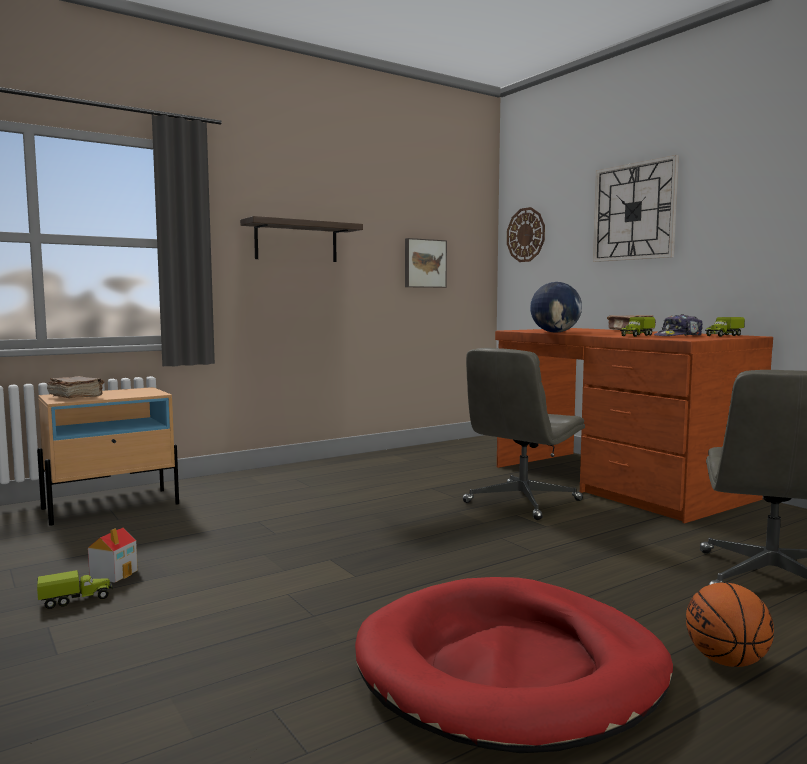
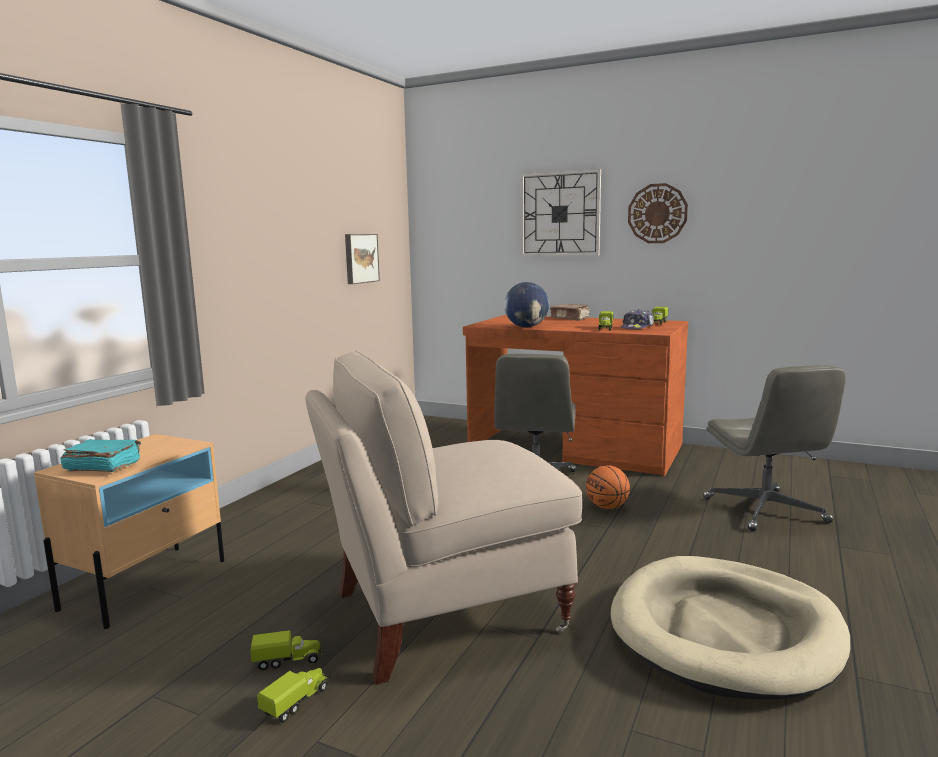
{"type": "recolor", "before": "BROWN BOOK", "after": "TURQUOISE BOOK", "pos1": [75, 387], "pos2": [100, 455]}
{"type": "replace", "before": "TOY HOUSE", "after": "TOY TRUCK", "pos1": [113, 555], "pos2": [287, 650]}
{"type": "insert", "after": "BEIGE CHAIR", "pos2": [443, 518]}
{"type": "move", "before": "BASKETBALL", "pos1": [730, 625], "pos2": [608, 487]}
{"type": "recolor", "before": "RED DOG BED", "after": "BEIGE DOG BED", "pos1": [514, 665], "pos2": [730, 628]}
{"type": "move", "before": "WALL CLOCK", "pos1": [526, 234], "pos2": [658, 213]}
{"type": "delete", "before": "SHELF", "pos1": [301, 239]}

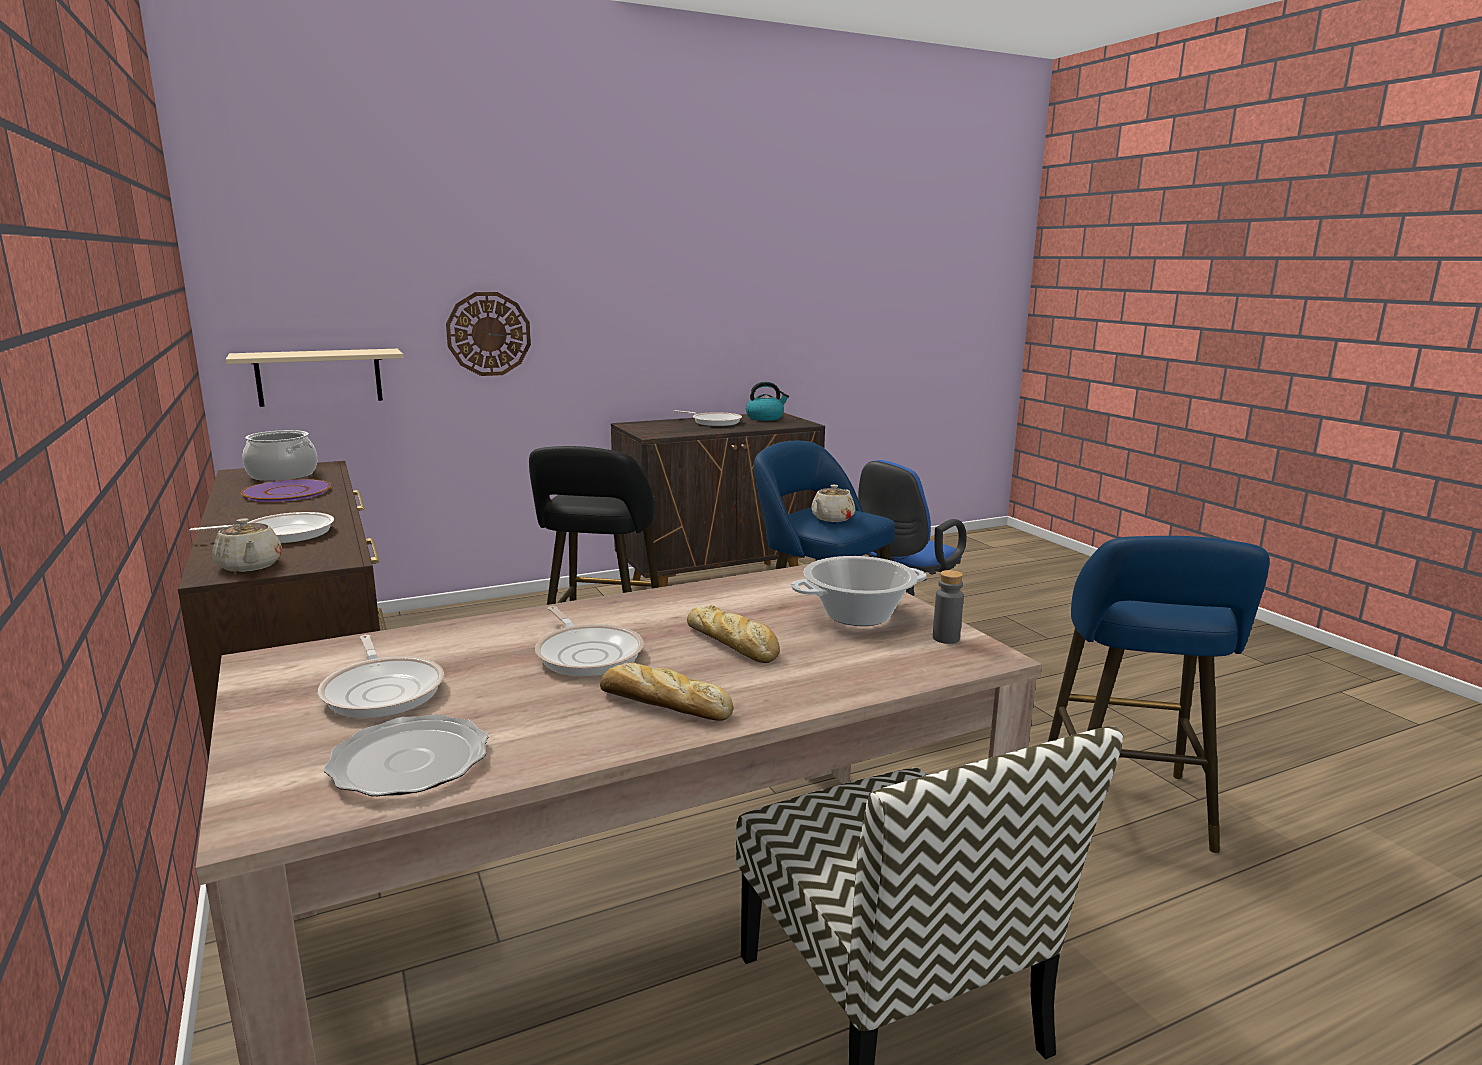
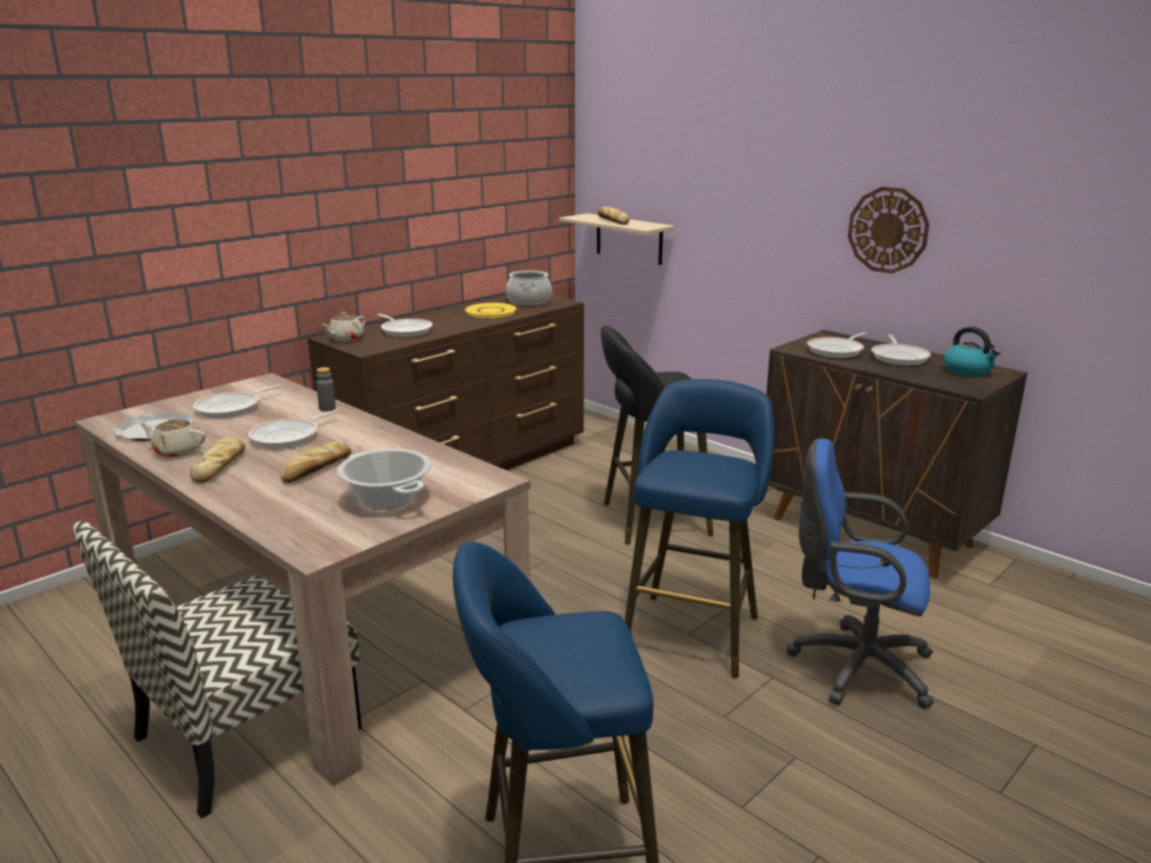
{"type": "move", "before": "BEIGE TEAPOT", "pos1": [833, 503], "pos2": [172, 438]}
{"type": "move", "before": "GREY BOTTLE", "pos1": [948, 607], "pos2": [326, 389]}
{"type": "recolor", "before": "PURPLE PLATE", "after": "YELLOW PLATE", "pos1": [286, 490], "pos2": [491, 310]}
{"type": "insert", "after": "BREAD", "pos2": [613, 216]}
{"type": "insert", "after": "FRYING PAN", "pos2": [837, 345]}
{"type": "move", "before": "WALL CLOCK", "pos1": [488, 334], "pos2": [888, 230]}

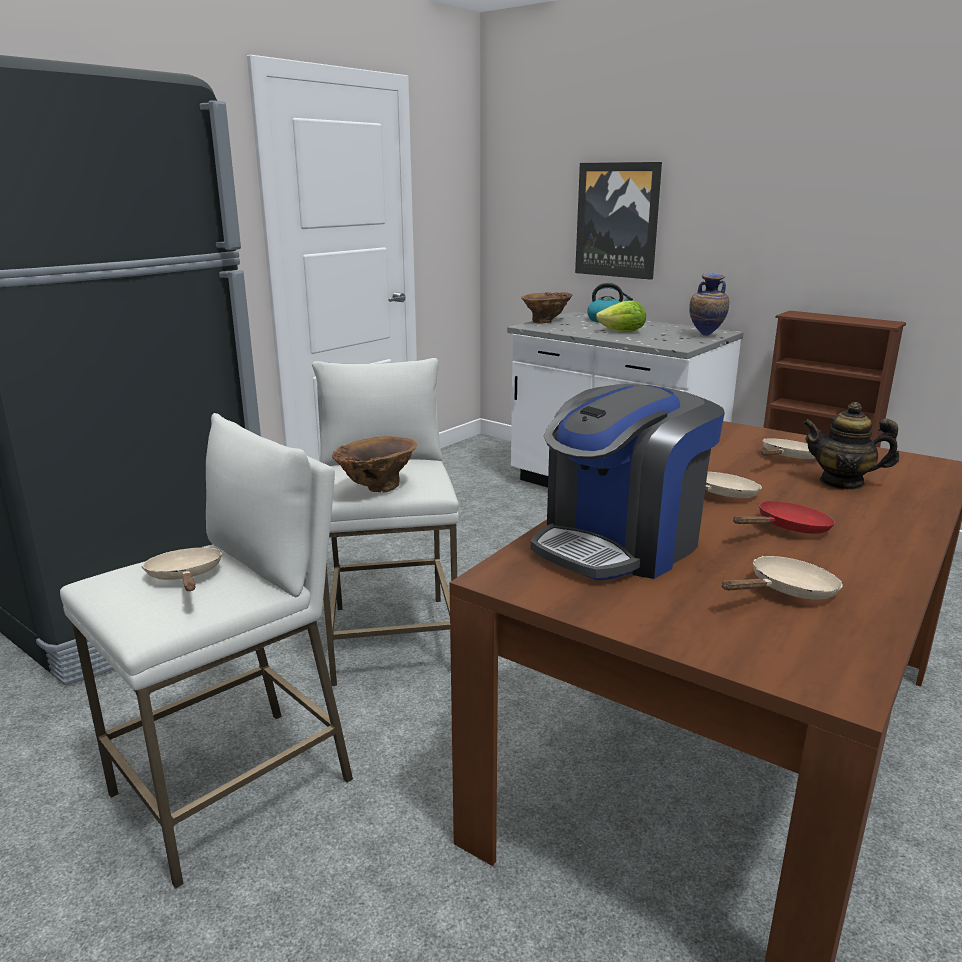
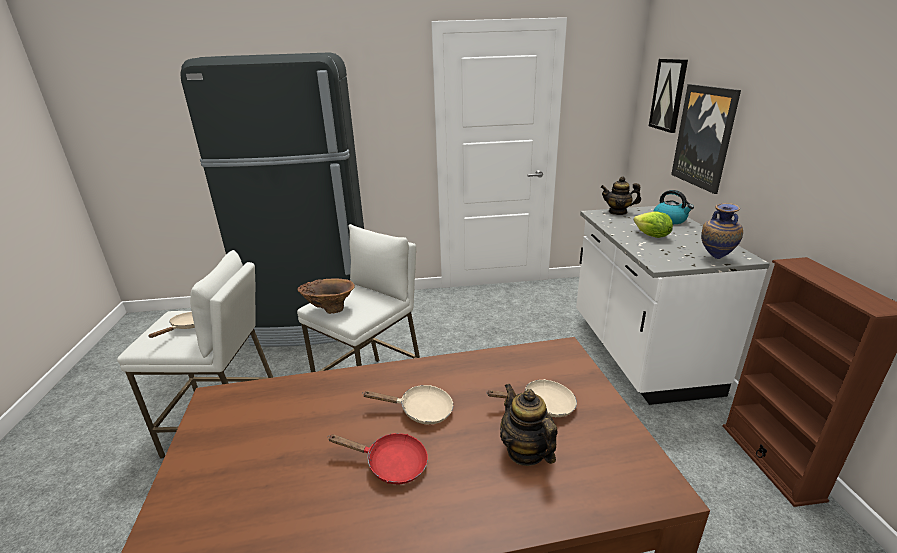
{"type": "replace", "before": "BROWN VASE", "after": "TEAPOT", "pos1": [546, 308], "pos2": [621, 195]}
{"type": "insert", "after": "PICTURE", "pos2": [668, 96]}
{"type": "delete", "before": "COFFEE MACHINE", "pos1": [628, 482]}
{"type": "delete", "before": "BEIGE FRYING PAN", "pos1": [782, 578]}

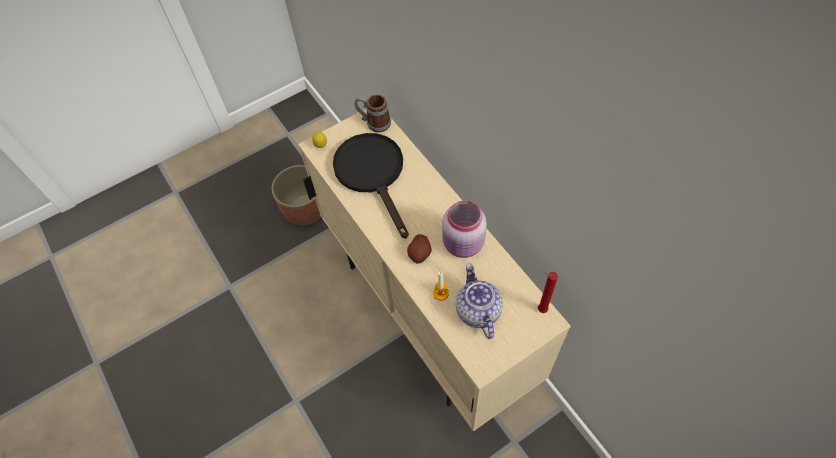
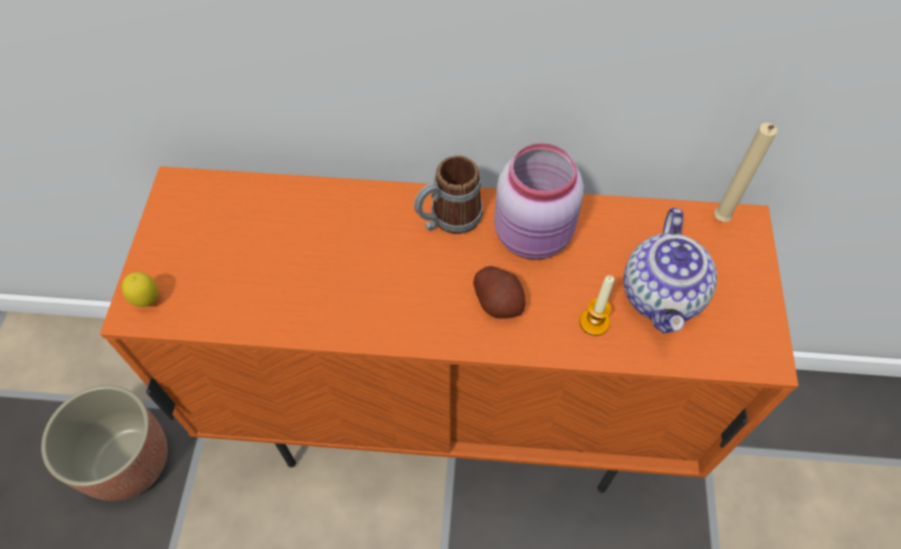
{"type": "recolor", "before": "BEIGE CABINET", "after": "ORANGE CABINET", "pos1": [434, 270], "pos2": [449, 329]}
{"type": "move", "before": "MUG", "pos1": [372, 113], "pos2": [448, 194]}
{"type": "rotate", "before": "TEAPOT", "pos1": [479, 301], "pos2": [670, 271], "turn": -105}
{"type": "recolor", "before": "RED CANDLE", "after": "BEIGE CANDLE", "pos1": [548, 292], "pos2": [745, 172]}
{"type": "delete", "before": "BLACK FRYING PAN", "pos1": [371, 185]}

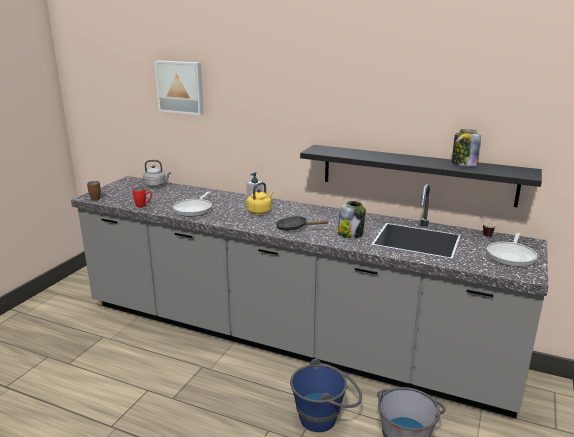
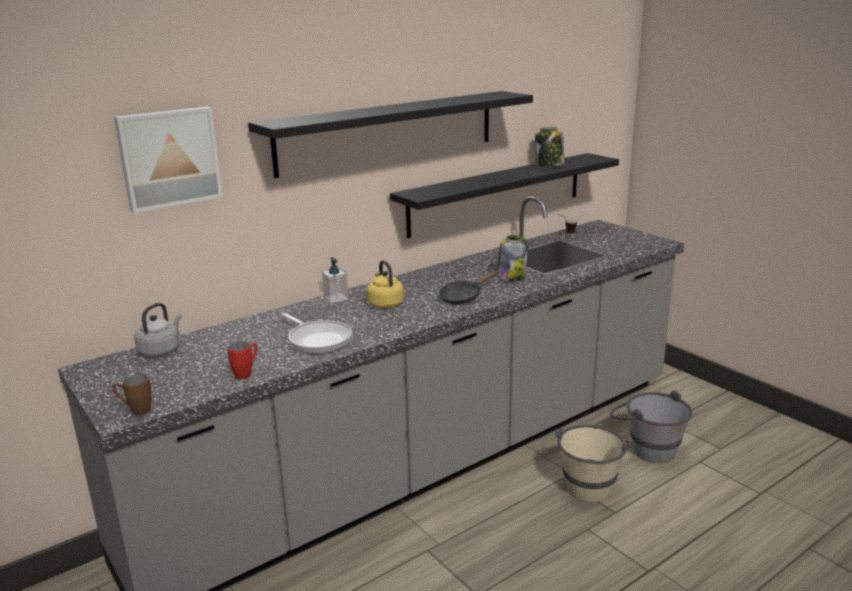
{"type": "insert", "after": "BLACK SHELF", "pos2": [390, 134]}
{"type": "recolor", "before": "BLUE BUCKET", "after": "BEIGE BUCKET", "pos1": [326, 395], "pos2": [593, 463]}
{"type": "delete", "before": "FRYING PAN", "pos1": [512, 250]}

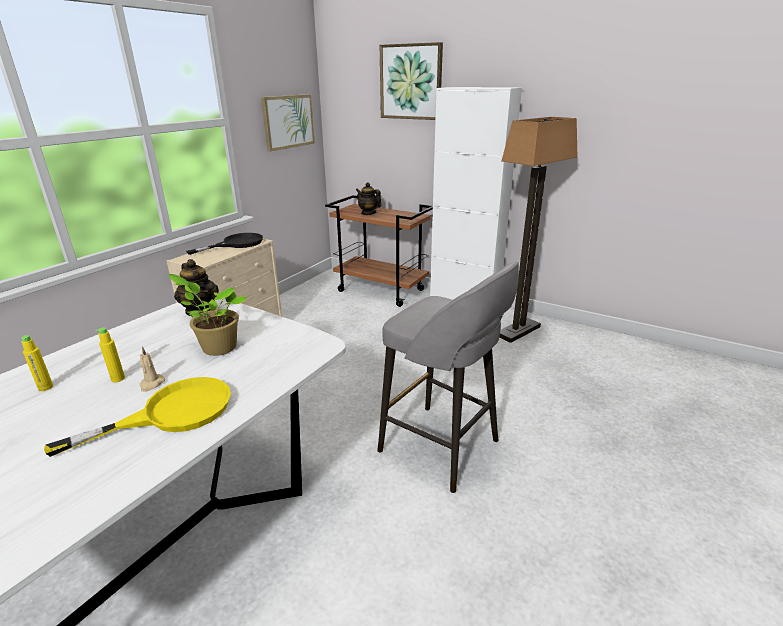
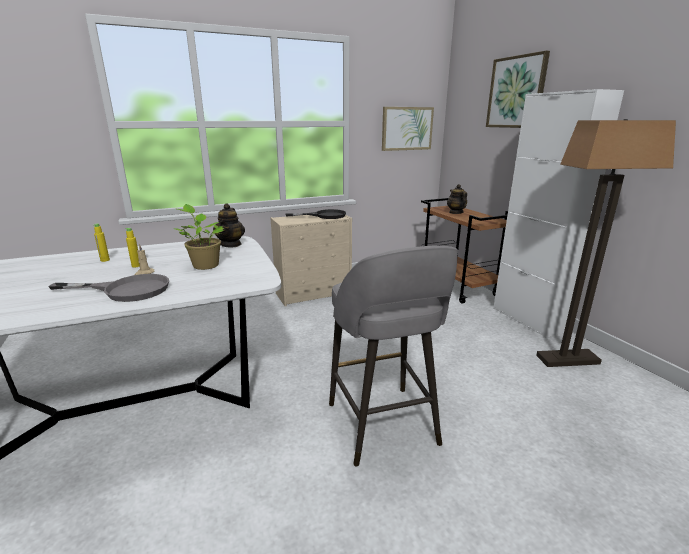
{"type": "recolor", "before": "YELLOW FRYING PAN", "after": "GREY FRYING PAN", "pos1": [137, 417], "pos2": [108, 288]}

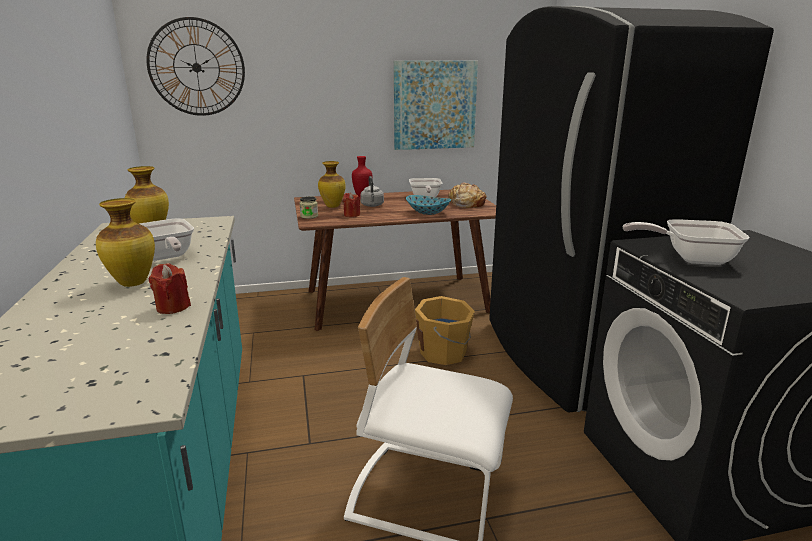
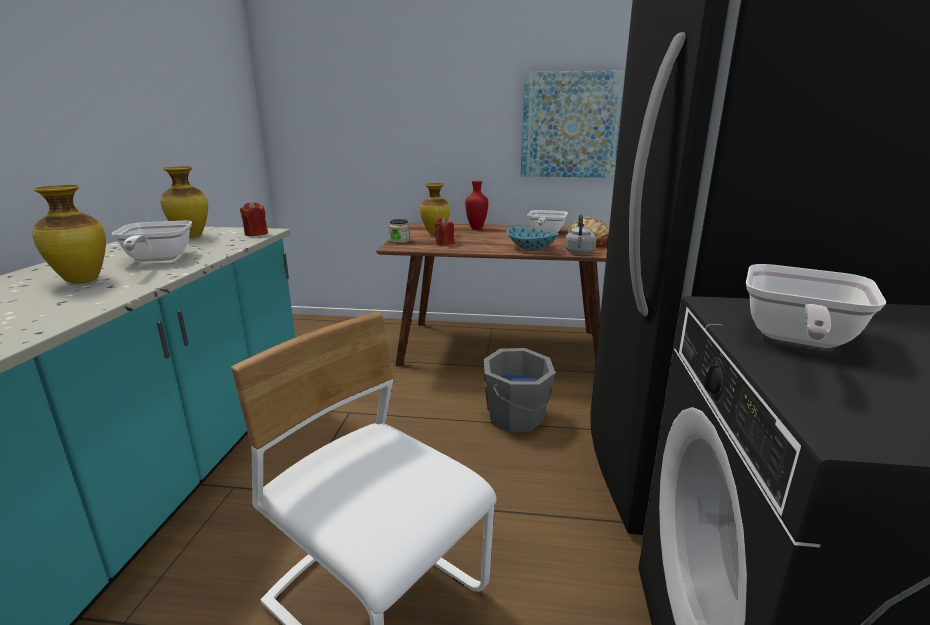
{"type": "move", "before": "RED CANDLE", "pos1": [170, 288], "pos2": [254, 218]}
{"type": "recolor", "before": "ORANGE BUCKET", "after": "GREY BUCKET", "pos1": [445, 330], "pos2": [519, 390]}
{"type": "move", "before": "GREY KETTLE", "pos1": [372, 191], "pos2": [580, 234]}
{"type": "rotate", "before": "FRYING PAN", "pos1": [686, 242], "pos2": [816, 306], "turn": -90}
{"type": "delete", "before": "WALL CLOCK", "pos1": [195, 66]}

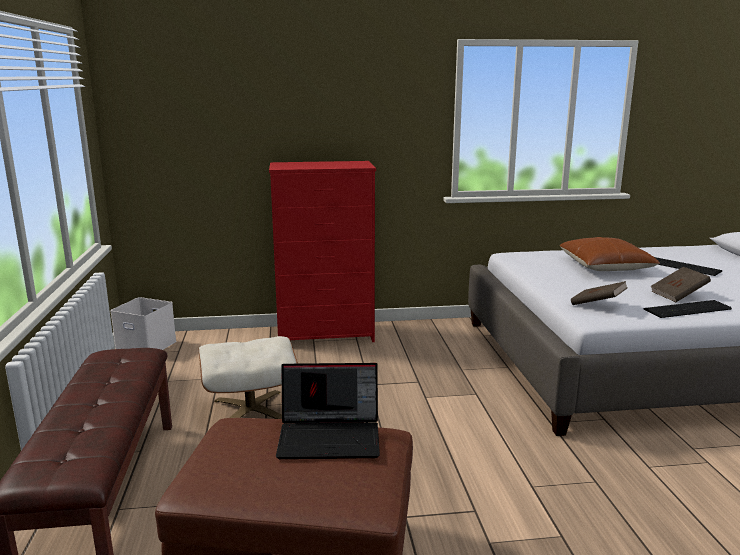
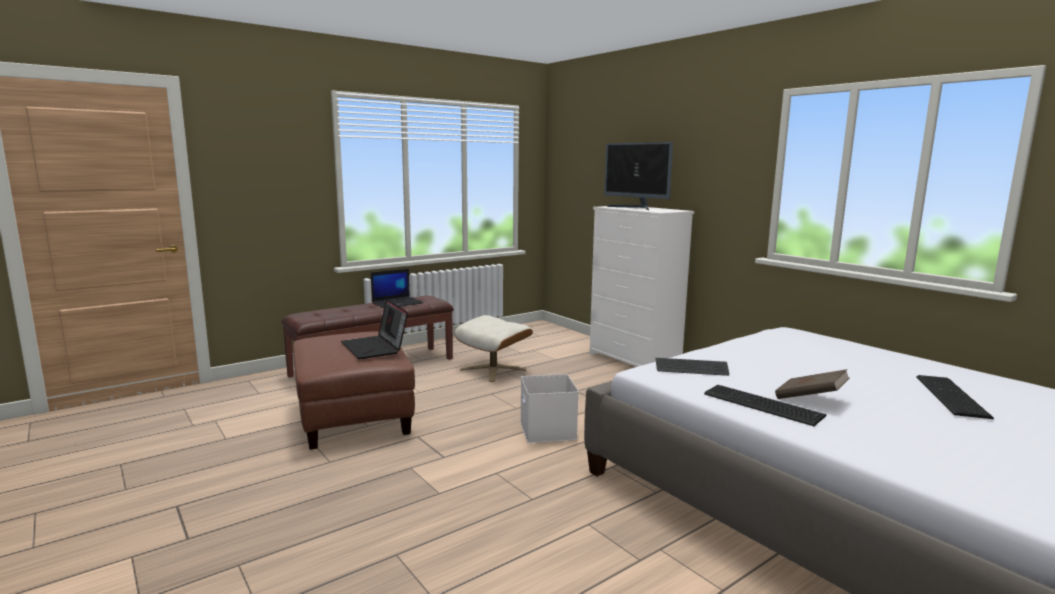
{"type": "insert", "after": "LAPTOP", "pos2": [397, 288]}
{"type": "move", "before": "WHITE STORAGE BOX", "pos1": [143, 323], "pos2": [549, 408]}
{"type": "recolor", "before": "RED DRESSER", "after": "WHITE DRESSER", "pos1": [322, 251], "pos2": [641, 286]}
{"type": "insert", "after": "MONITOR", "pos2": [638, 176]}
{"type": "replace", "before": "BROWN BOOK", "after": "KEYBOARD", "pos1": [599, 293], "pos2": [692, 367]}
{"type": "delete", "before": "BROWN PILLOW", "pos1": [610, 254]}

